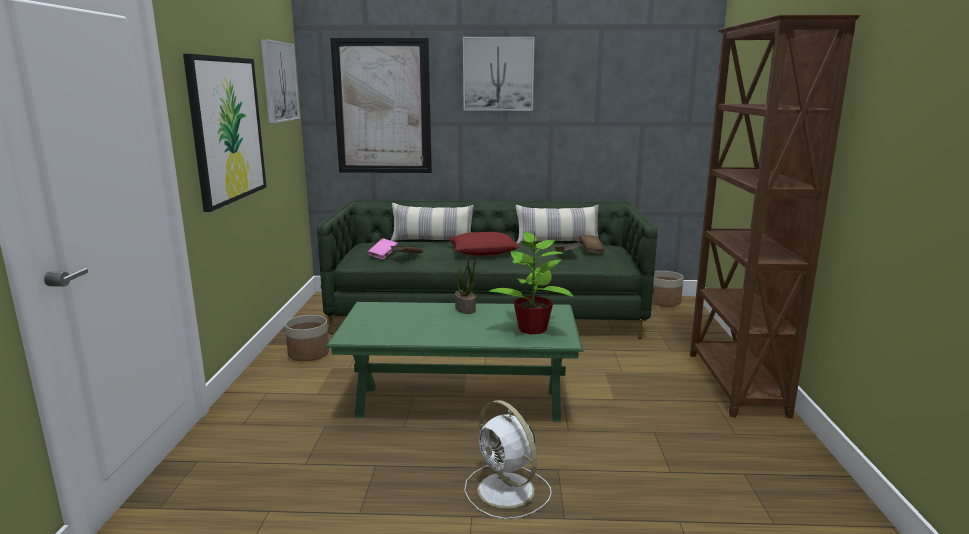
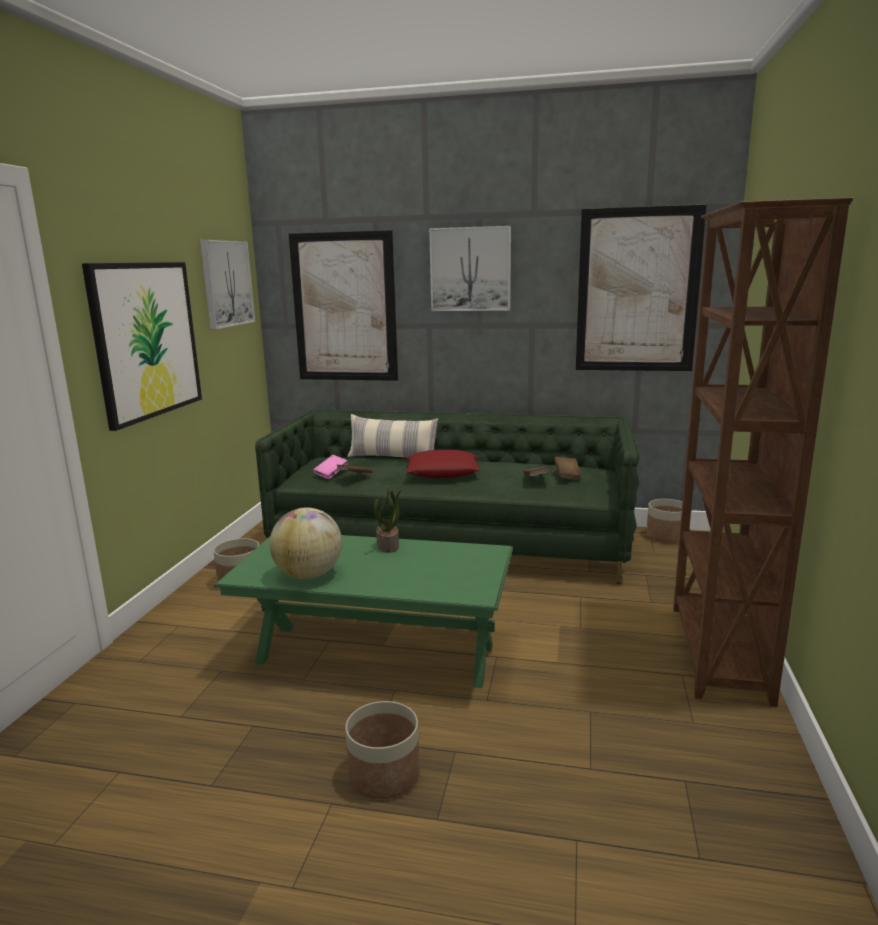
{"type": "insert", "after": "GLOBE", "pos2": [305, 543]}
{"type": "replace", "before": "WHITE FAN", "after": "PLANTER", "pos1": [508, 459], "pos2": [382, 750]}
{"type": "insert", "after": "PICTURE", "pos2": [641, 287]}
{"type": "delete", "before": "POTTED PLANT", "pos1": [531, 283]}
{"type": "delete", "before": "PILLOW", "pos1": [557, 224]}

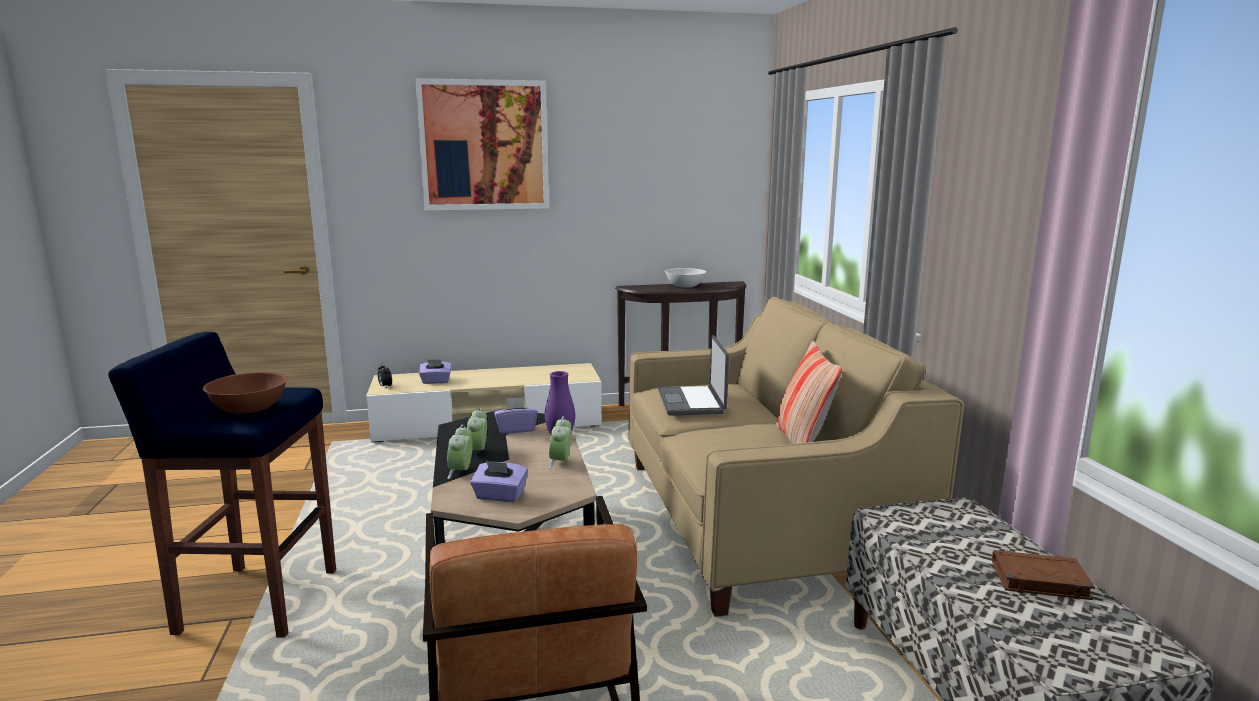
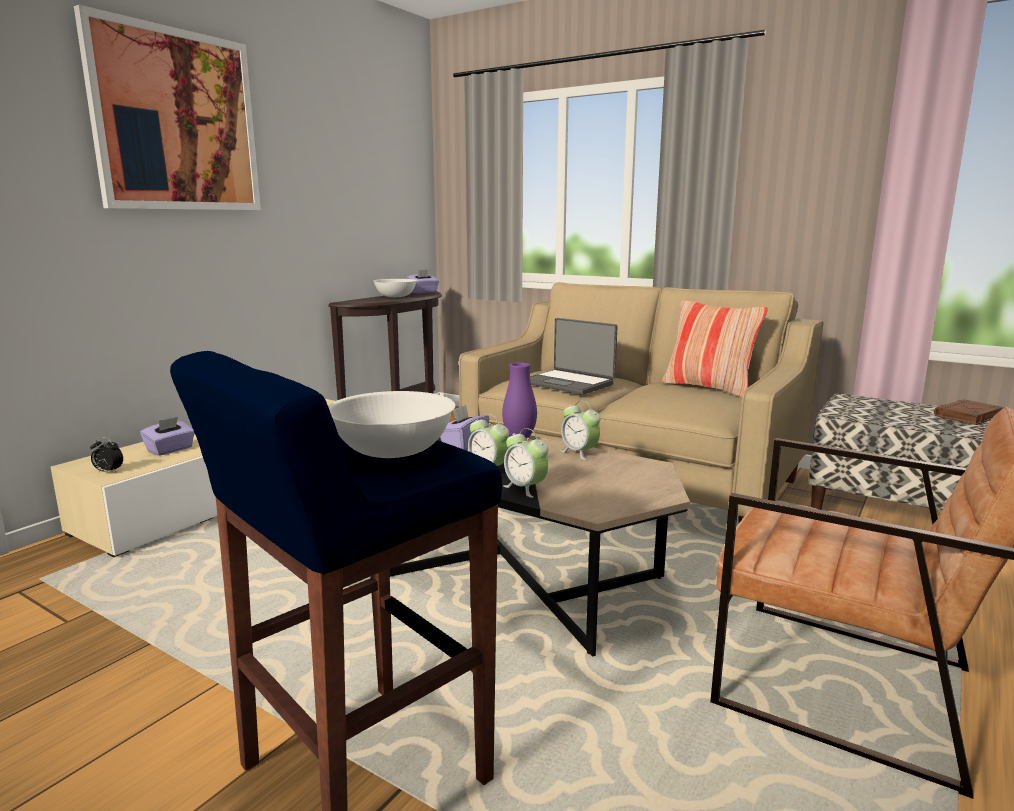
{"type": "recolor", "before": "BROWN BOWL", "after": "WHITE BOWL", "pos1": [245, 393], "pos2": [391, 424]}
{"type": "move", "before": "PURPLE TISSUE BOX", "pos1": [499, 481], "pos2": [422, 281]}

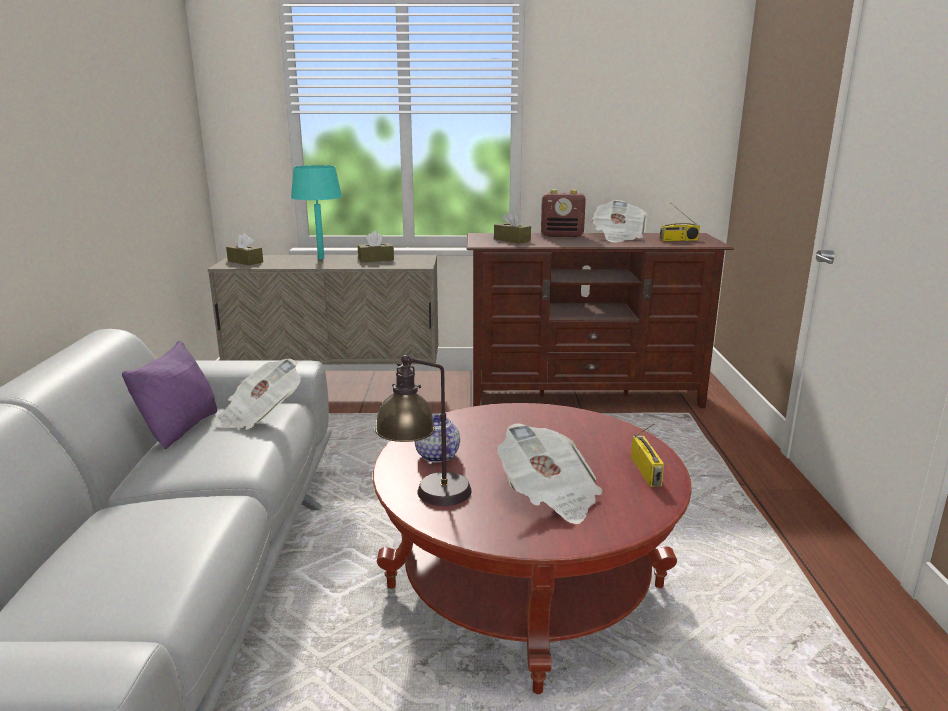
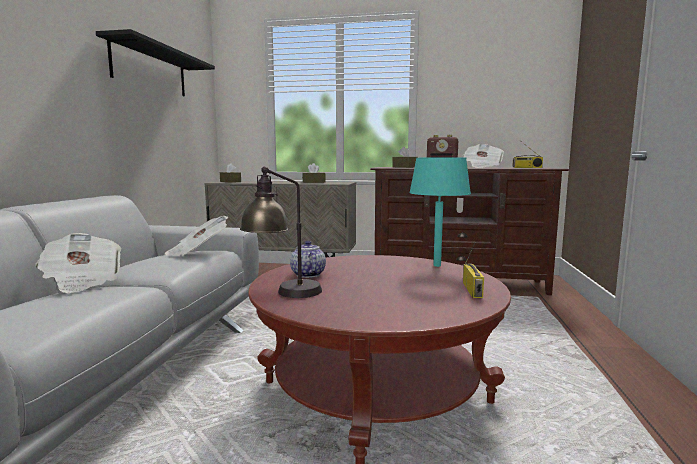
{"type": "move", "before": "NEWSPAPER", "pos1": [550, 473], "pos2": [78, 263]}
{"type": "insert", "after": "BLACK SHELF", "pos2": [155, 62]}
{"type": "move", "before": "TURQUOISE TABLE LAMP", "pos1": [316, 212], "pos2": [440, 212]}
{"type": "delete", "before": "PURPLE PILLOW", "pos1": [169, 394]}

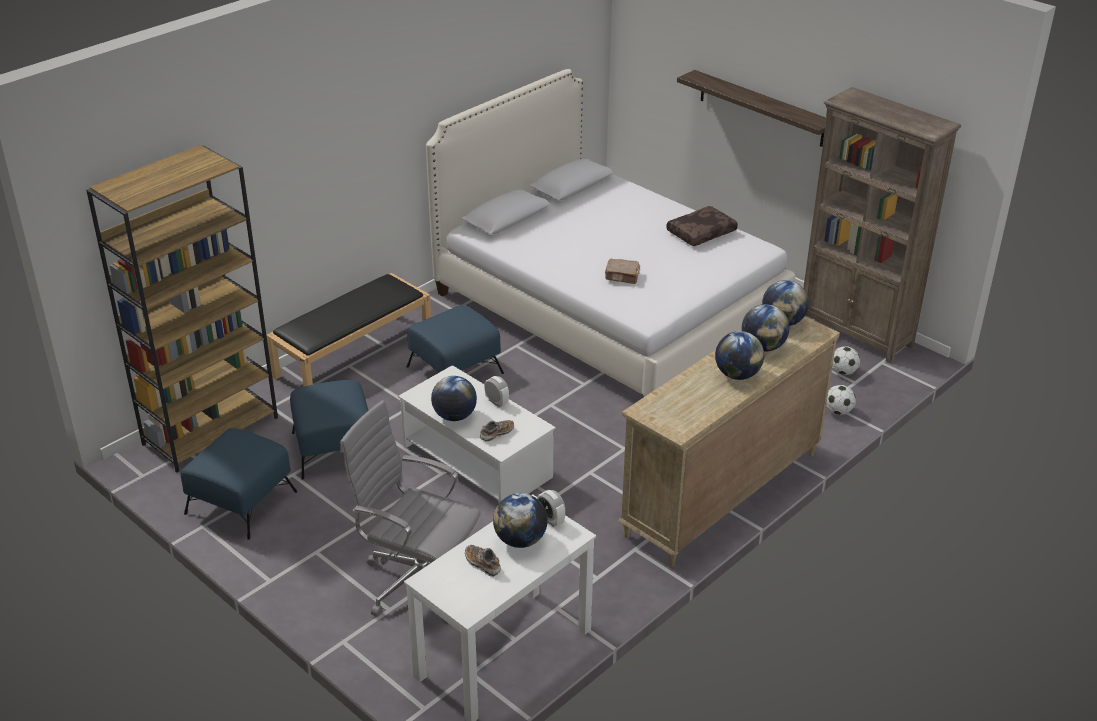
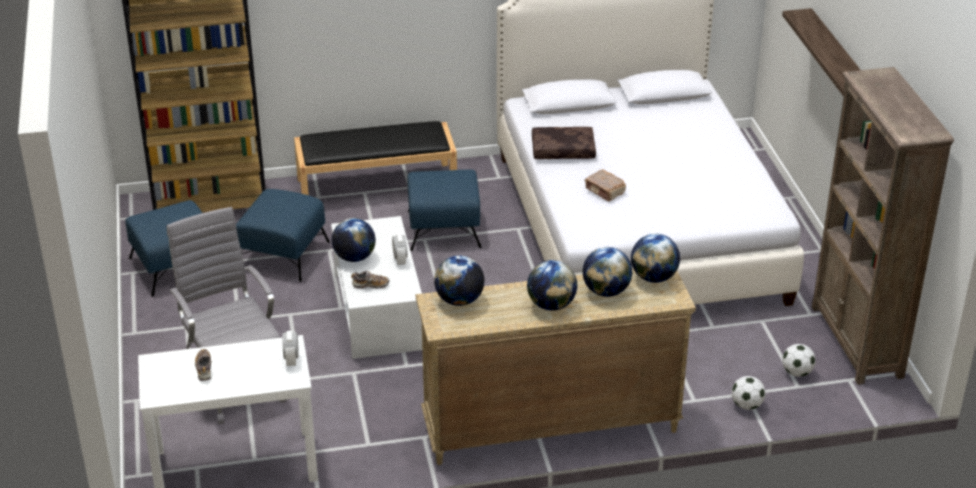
{"type": "move", "before": "GLOBE", "pos1": [520, 520], "pos2": [459, 281]}
{"type": "move", "before": "BROWN PILLOW", "pos1": [702, 226], "pos2": [564, 143]}

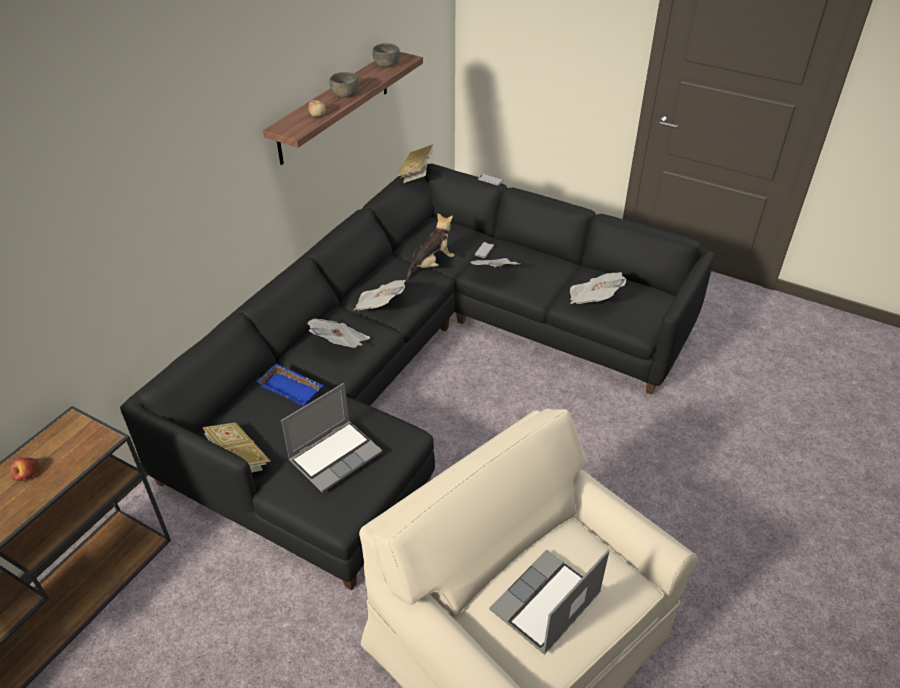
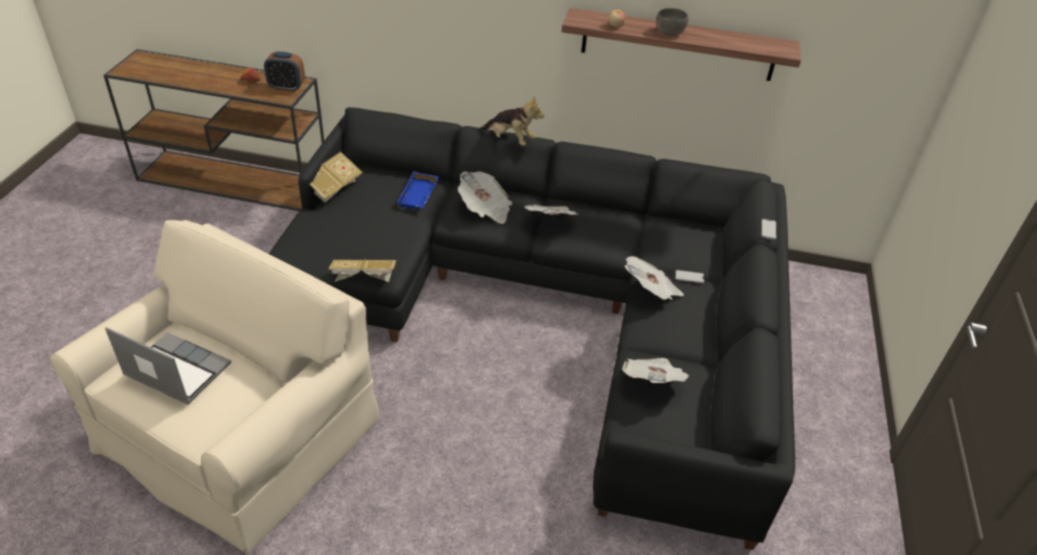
{"type": "insert", "after": "ALARM CLOCK", "pos2": [284, 72]}
{"type": "move", "before": "BOOK", "pos1": [415, 163], "pos2": [362, 270]}
{"type": "move", "before": "PLUSH TOY", "pos1": [430, 246], "pos2": [511, 121]}
{"type": "delete", "before": "LAPTOP", "pos1": [331, 438]}
{"type": "delete", "before": "GREY BOWL", "pos1": [386, 55]}

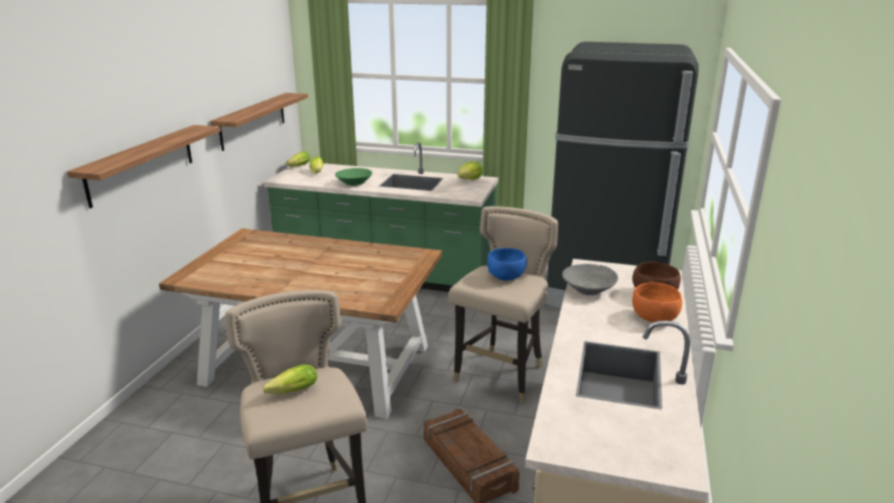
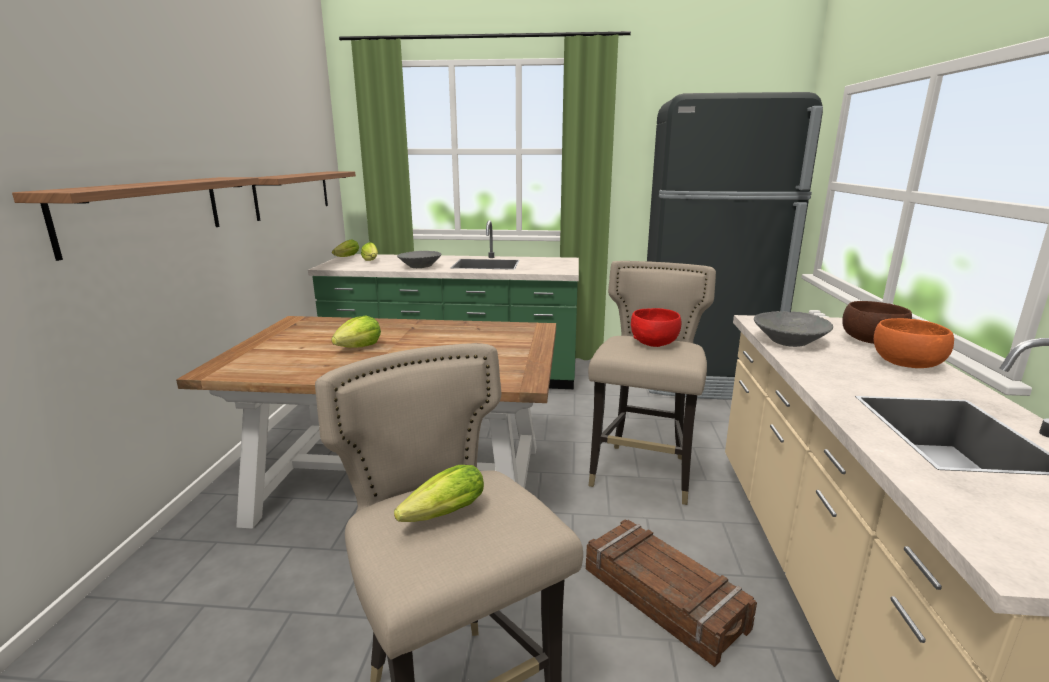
{"type": "move", "before": "LETTUCE", "pos1": [470, 171], "pos2": [356, 331]}
{"type": "recolor", "before": "GREEN BOWL", "after": "GREY BOWL", "pos1": [353, 177], "pos2": [419, 259]}
{"type": "recolor", "before": "BLUE BOWL", "after": "RED BOWL", "pos1": [507, 264], "pos2": [656, 327]}

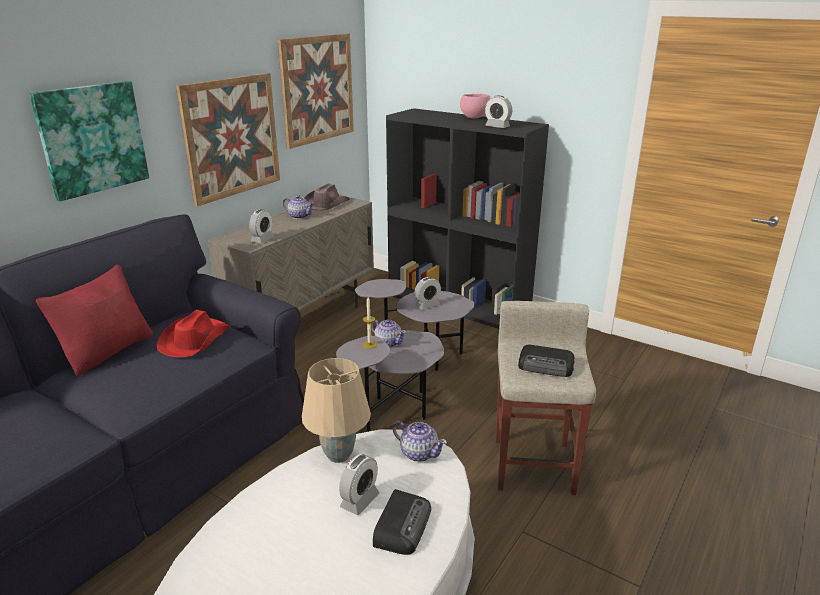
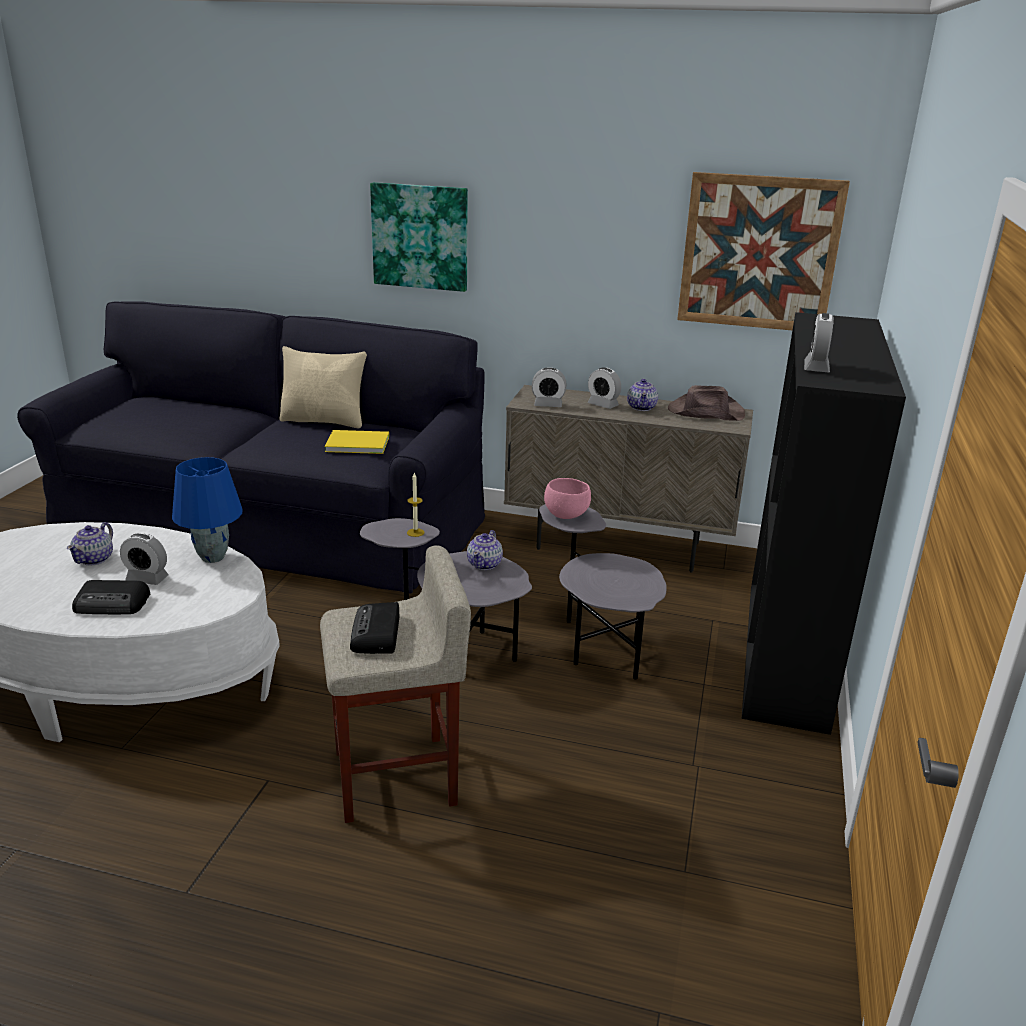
{"type": "move", "before": "TEAPOT", "pos1": [420, 441], "pos2": [90, 543]}
{"type": "recolor", "before": "BEIGE TABLE LAMP", "after": "BLUE TABLE LAMP", "pos1": [336, 410], "pos2": [207, 510]}
{"type": "recolor", "before": "RED PILLOW", "after": "BEIGE PILLOW", "pos1": [94, 320], "pos2": [323, 387]}
{"type": "replace", "before": "RED HAT", "after": "YELLOW BOOK", "pos1": [193, 333], "pos2": [357, 442]}
{"type": "move", "before": "PINK BOWL", "pos1": [475, 106], "pos2": [567, 498]}
{"type": "move", "before": "ALARM CLOCK", "pos1": [427, 293], "pos2": [604, 388]}
{"type": "delete", "before": "PICTURE", "pos1": [228, 139]}

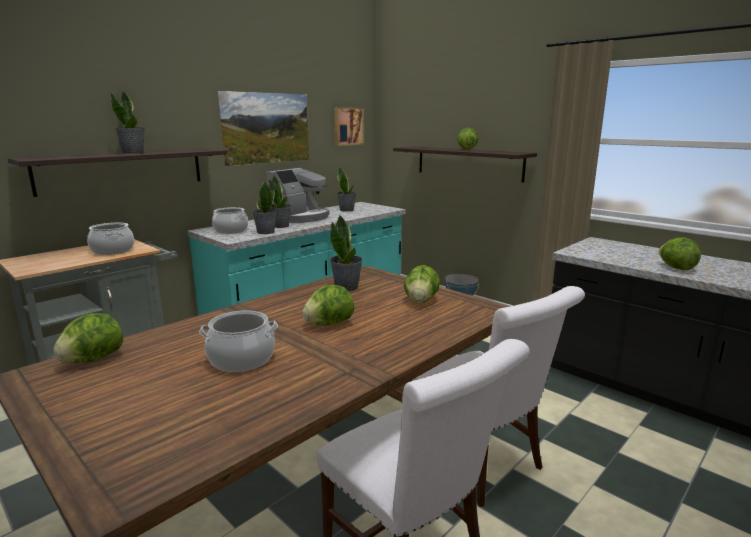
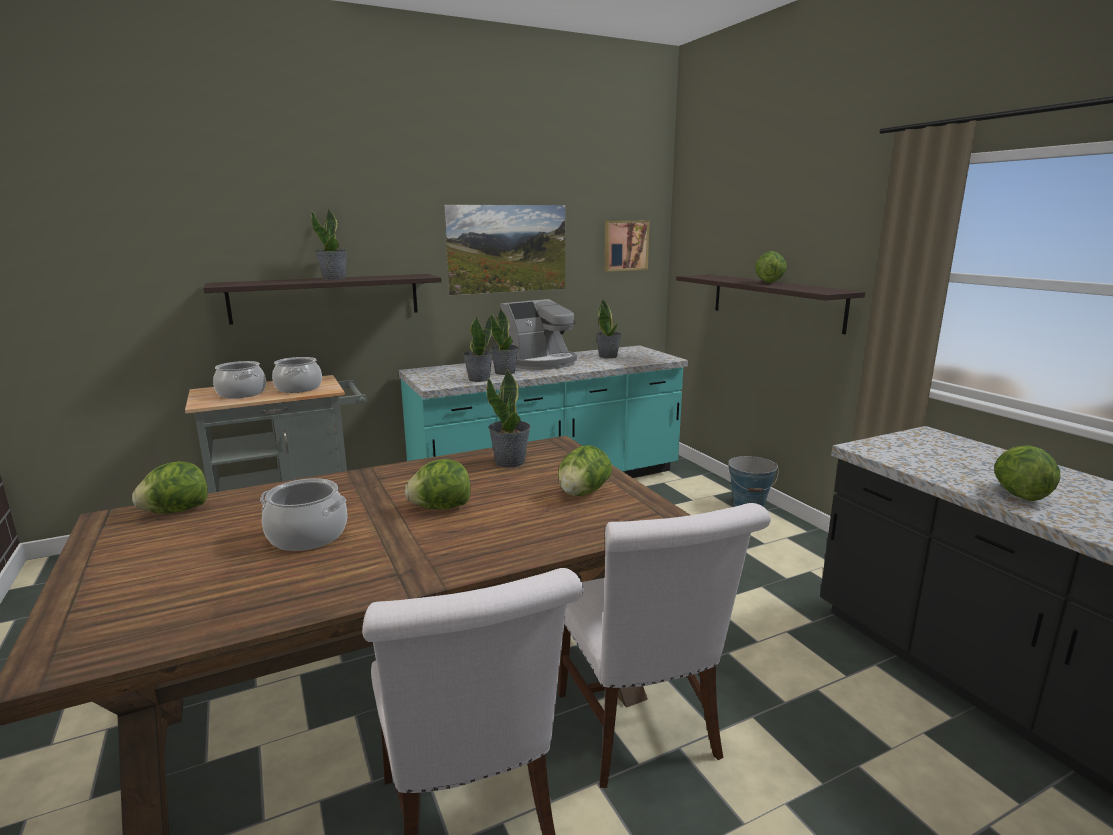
{"type": "move", "before": "COOKING POT", "pos1": [230, 220], "pos2": [239, 379]}

